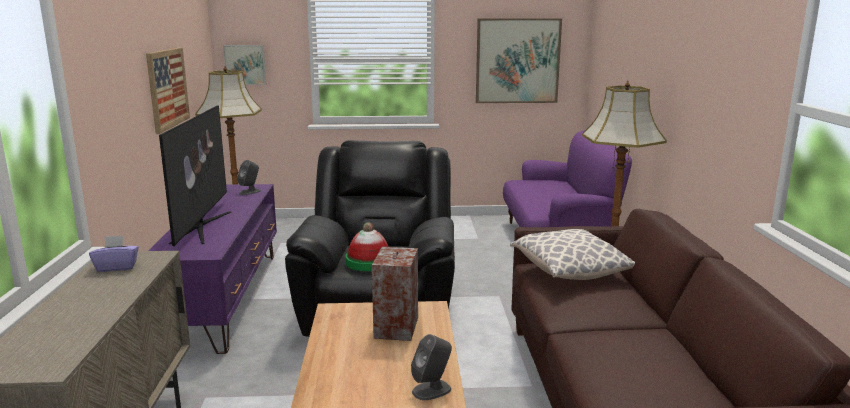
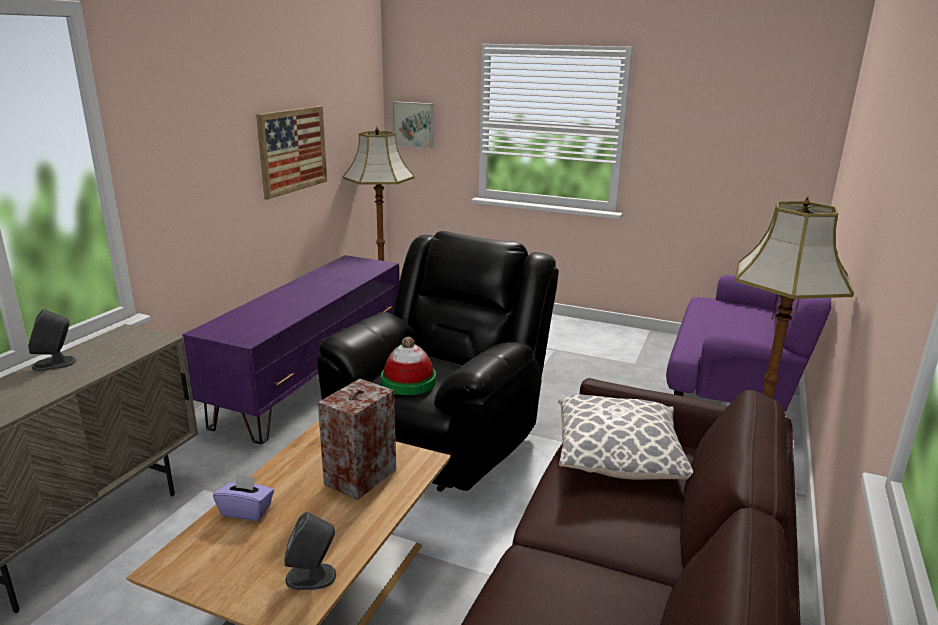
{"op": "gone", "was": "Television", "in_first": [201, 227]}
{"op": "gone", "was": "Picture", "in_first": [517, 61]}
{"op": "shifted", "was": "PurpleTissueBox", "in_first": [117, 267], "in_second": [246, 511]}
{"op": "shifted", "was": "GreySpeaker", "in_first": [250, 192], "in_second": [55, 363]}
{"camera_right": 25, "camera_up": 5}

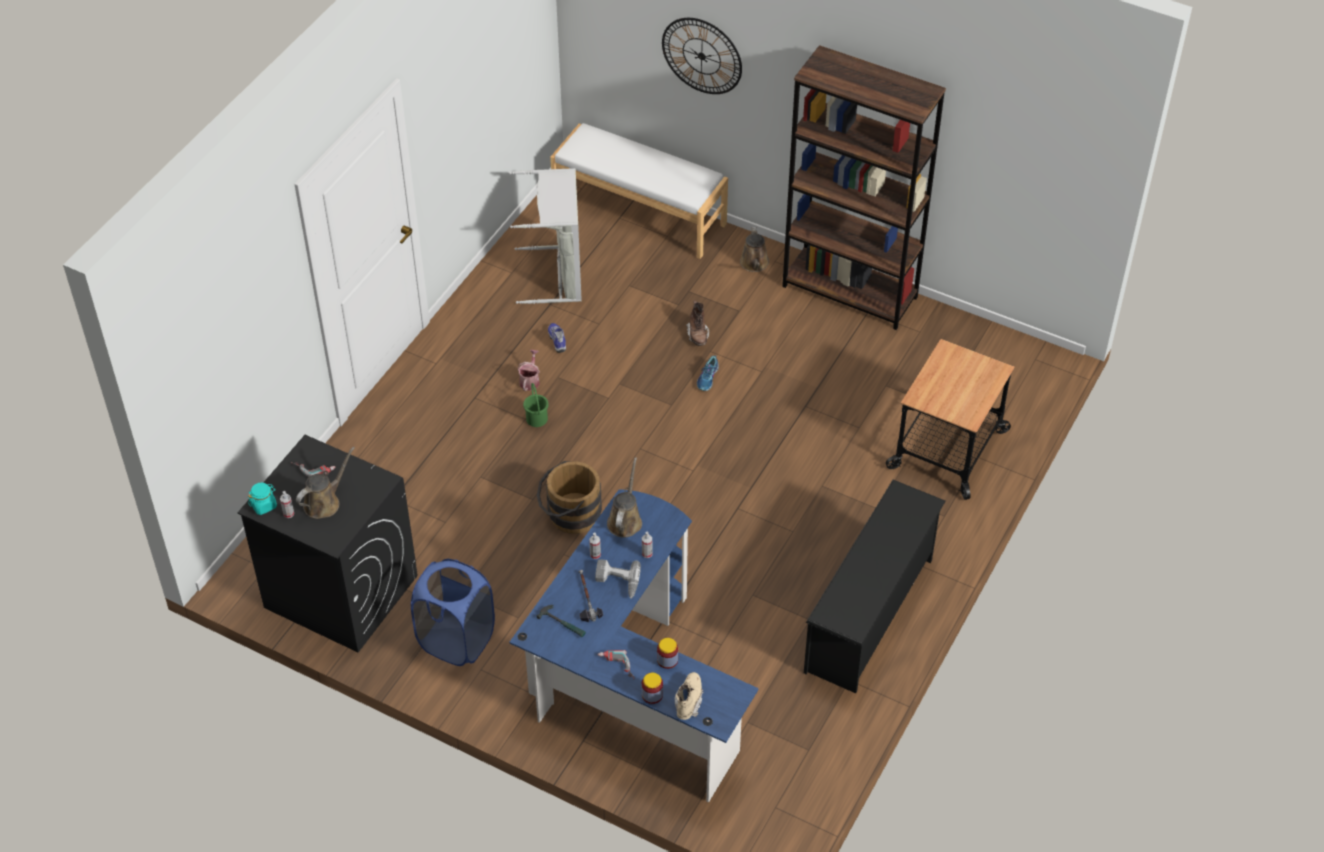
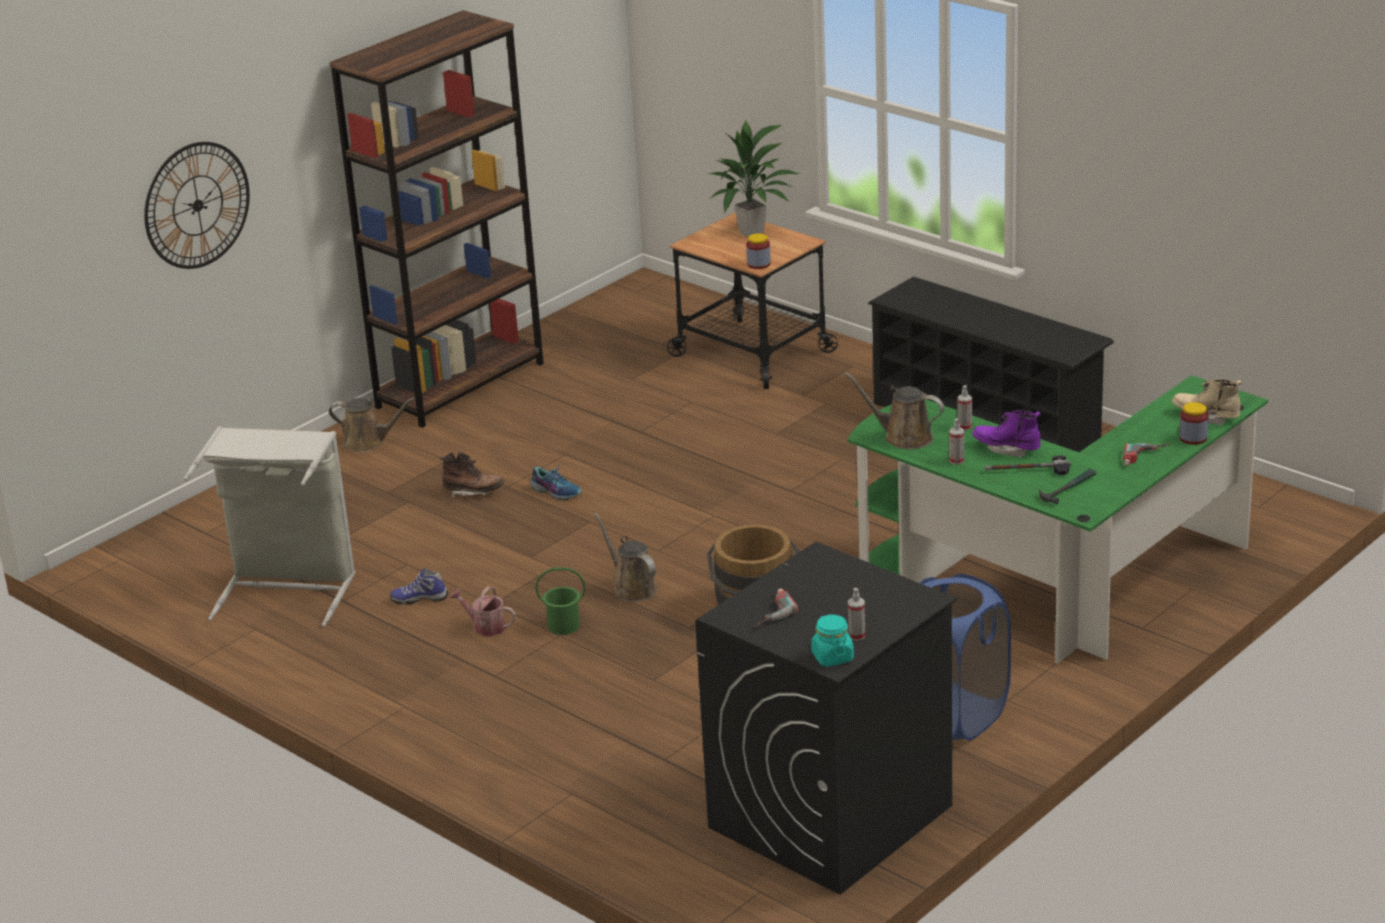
{"op": "gone", "was": "WhiteBench", "in_first": [639, 212]}
{"op": "new", "now": "PottedPlant", "in_second": [753, 233]}
{"op": "shifted", "was": "BrownWateringCan", "in_first": [324, 502], "in_second": [632, 587]}
{"op": "shifted", "was": "Jar", "in_first": [667, 660], "in_second": [759, 264]}
{"op": "swapped", "was": "PowerDrill", "now": "PurpleBoot", "in_first": [617, 582], "in_second": [1006, 449]}
{"op": "repainted", "was": "BlueDesk", "now": "GreenDesk", "in_first": [628, 683], "in_second": [1056, 588]}
{"camera_right": -75, "camera_up": -20}

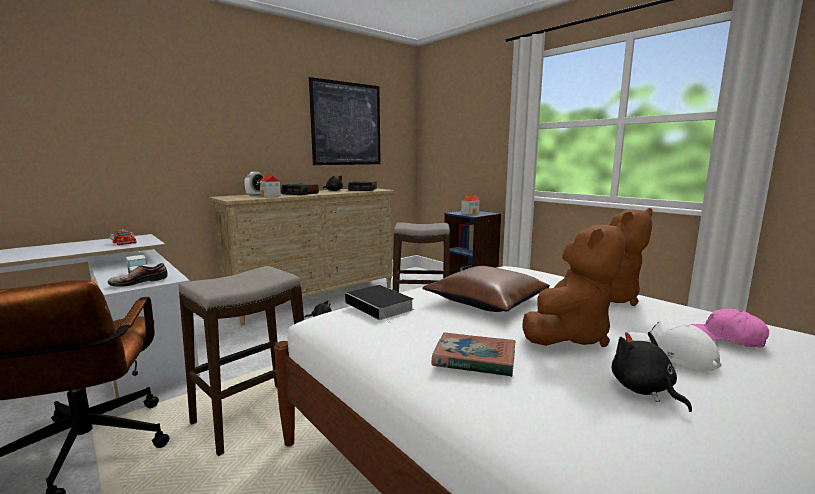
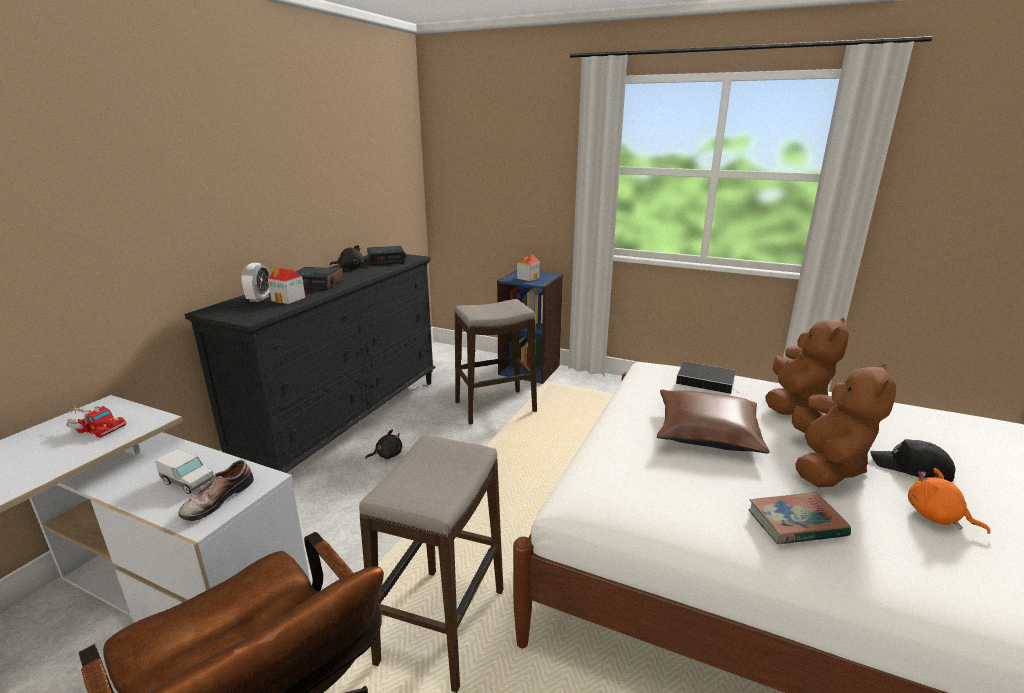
{"op": "gone", "was": "Picture", "in_first": [346, 124]}
{"op": "gone", "was": "PinkCap", "in_first": [724, 338]}
{"op": "shifted", "was": "Book", "in_first": [380, 306], "in_second": [707, 381]}
{"op": "repainted", "was": "BeigeDresser", "now": "BlackDresser", "in_first": [315, 298], "in_second": [347, 422]}
{"op": "repainted", "was": "BlackPlushToy", "now": "OrangePlushToy", "in_first": [644, 390], "in_second": [937, 517]}
{"op": "repainted", "was": "WhiteCap", "now": "BlackCap", "in_first": [672, 355], "in_second": [912, 468]}
{"camera_right": -25, "camera_up": 10}

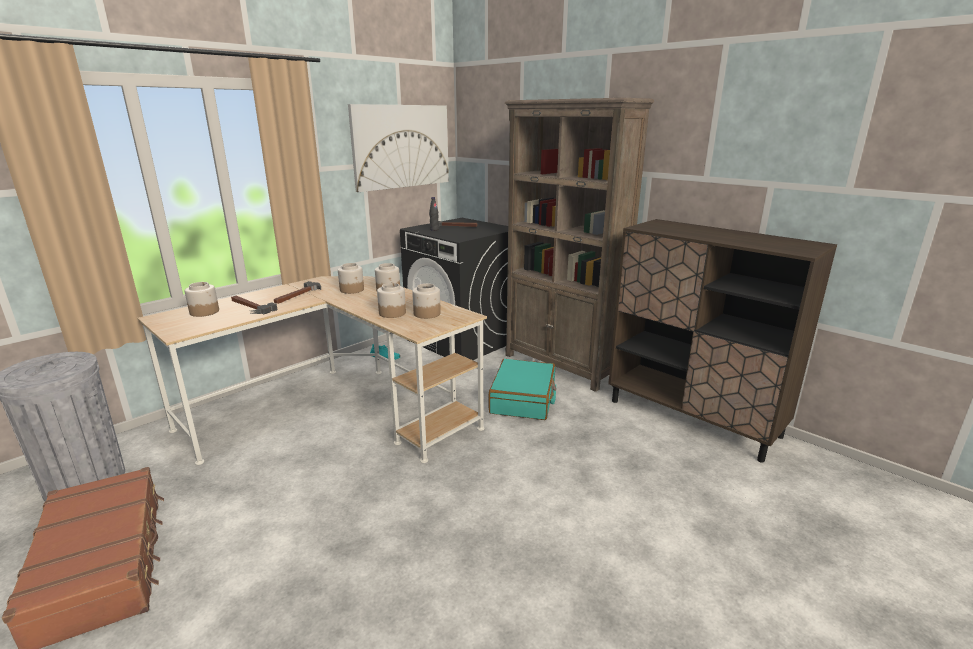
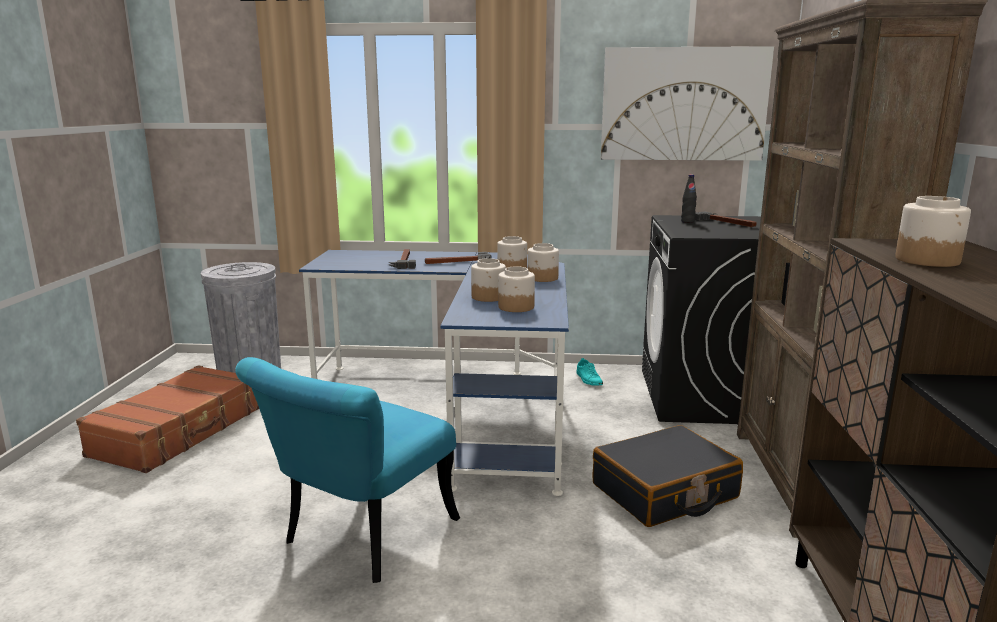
{"op": "new", "now": "TurquoiseChair", "in_second": [360, 539]}
{"op": "shifted", "was": "Jar", "in_first": [204, 312], "in_second": [927, 260]}
{"op": "repainted", "was": "BeigeDesk", "now": "BlueDesk", "in_first": [336, 411], "in_second": [461, 407]}
{"op": "repainted", "was": "TurquoiseSuitcase", "now": "BlackSuitcase", "in_first": [523, 399], "in_second": [665, 492]}
{"camera_right": 50, "camera_up": -5}

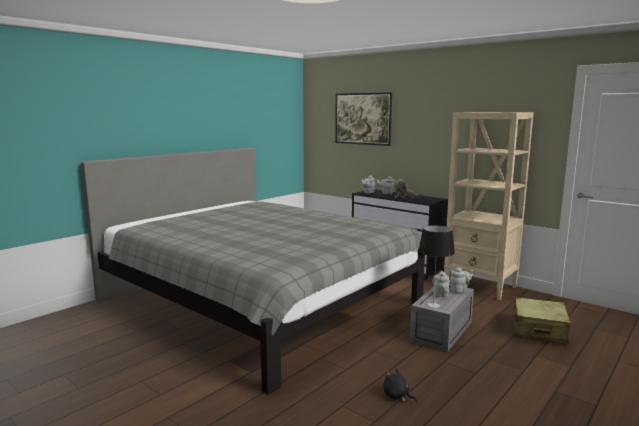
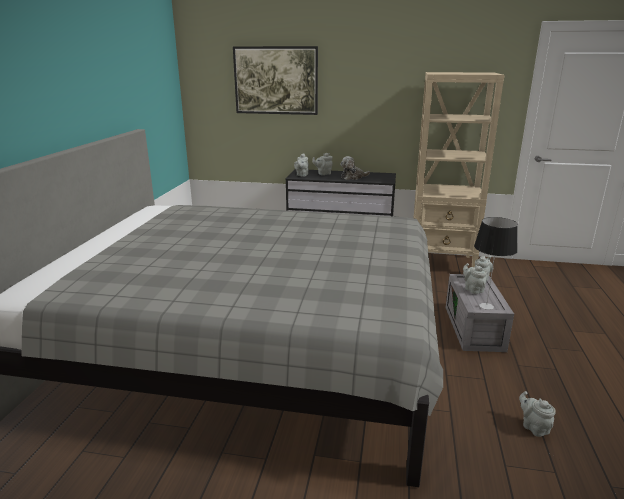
{"op": "gone", "was": "BeigeSuitcase", "in_first": [539, 331]}
{"op": "swapped", "was": "BlackPlushToy", "now": "GreyTeapot", "in_first": [397, 396], "in_second": [533, 427]}
{"camera_right": -30, "camera_up": 10}

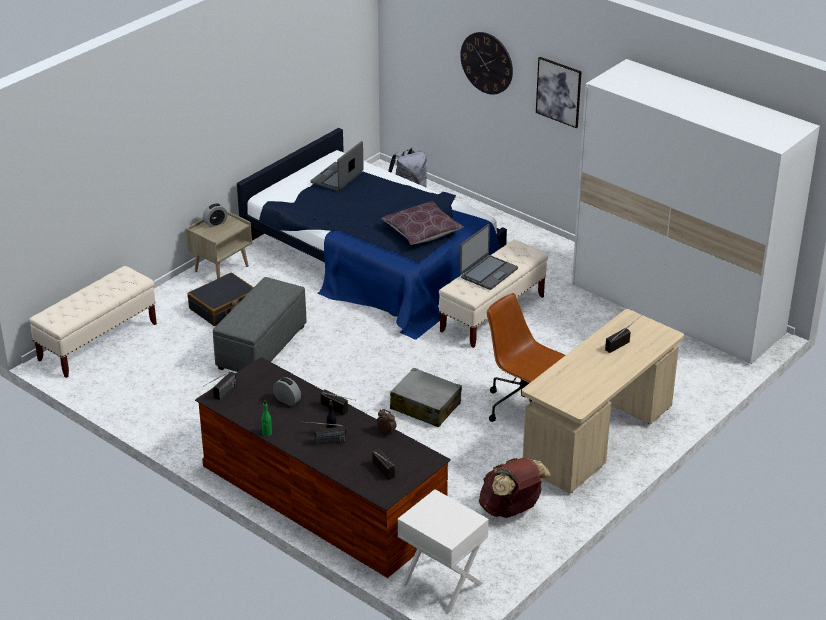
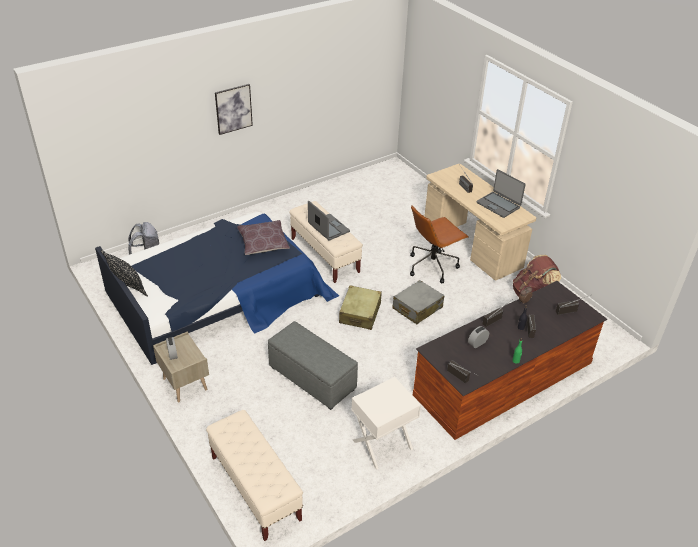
{"op": "gone", "was": "BlackSuitcase", "in_first": [224, 308]}
{"op": "gone", "was": "WallClock", "in_first": [487, 63]}
{"op": "gone", "was": "WhiteWardrobe", "in_first": [677, 309]}
{"op": "new", "now": "BlackPillow", "in_second": [127, 284]}
{"op": "new", "now": "BeigeSuitcase", "in_second": [360, 313]}
{"op": "shifted", "was": "Laptop", "in_first": [337, 178], "in_second": [498, 205]}
{"op": "shifted", "was": "WhiteNightstand", "in_first": [441, 585], "in_second": [383, 445]}
{"camera_right": -75, "camera_up": 5}

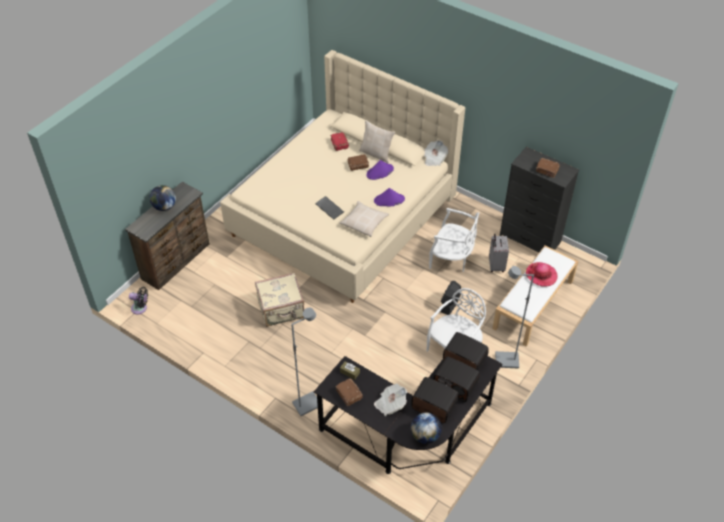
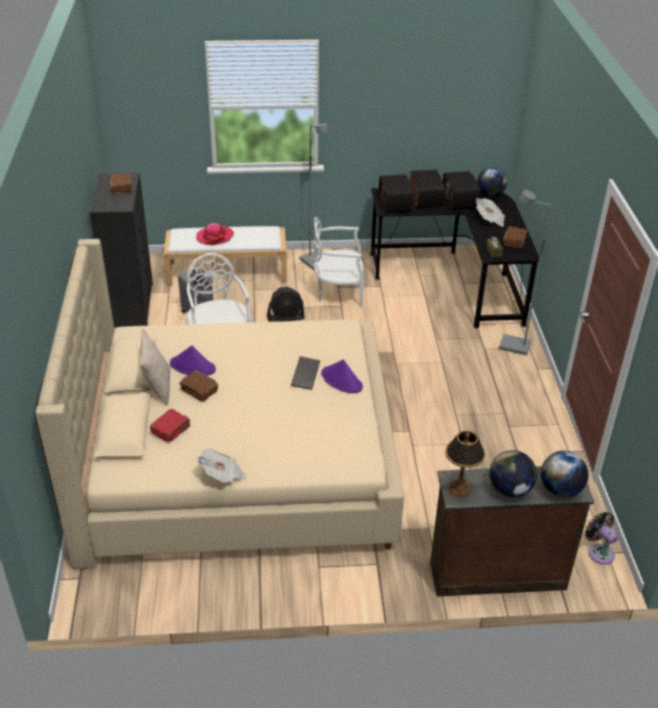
{"op": "gone", "was": "BeigeSuitcase", "in_first": [281, 310]}
{"op": "gone", "was": "BeigePillow", "in_first": [364, 222]}
{"op": "new", "now": "TableLamp", "in_second": [459, 489]}
{"op": "new", "now": "Globe", "in_second": [560, 490]}
{"op": "shifted", "was": "PurpleHat", "in_first": [389, 200], "in_second": [342, 380]}
{"op": "shifted", "was": "Newspaper", "in_first": [434, 159], "in_second": [222, 475]}
{"camera_right": -130, "camera_up": -10}

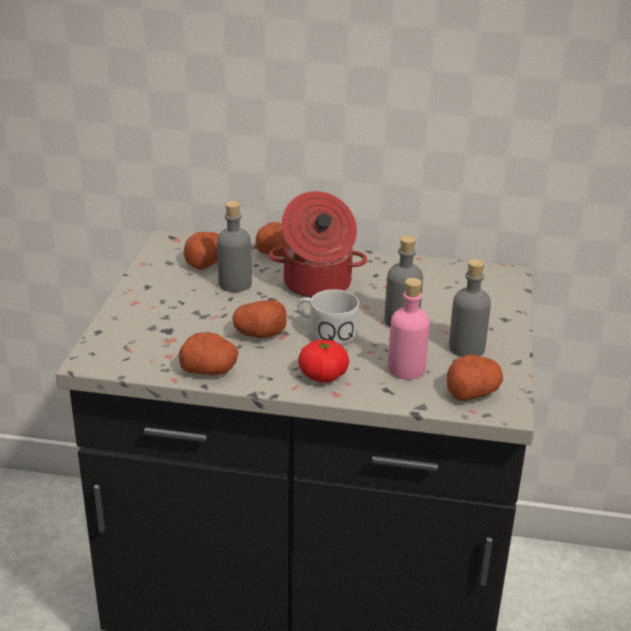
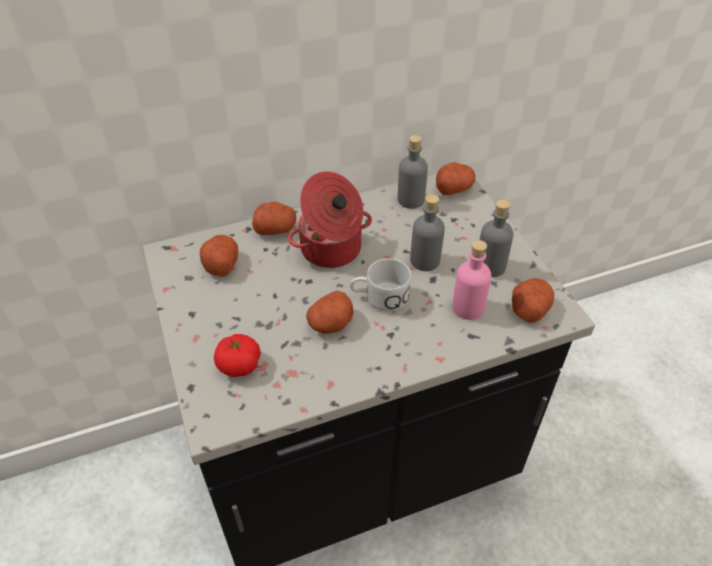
{"op": "shifted", "was": "Potato", "in_first": [210, 369], "in_second": [453, 188]}
{"op": "shifted", "was": "GreyBottle", "in_first": [235, 284], "in_second": [410, 200]}
{"op": "shifted", "was": "Tomato", "in_first": [323, 375], "in_second": [239, 365]}
{"camera_right": -30, "camera_up": 15}

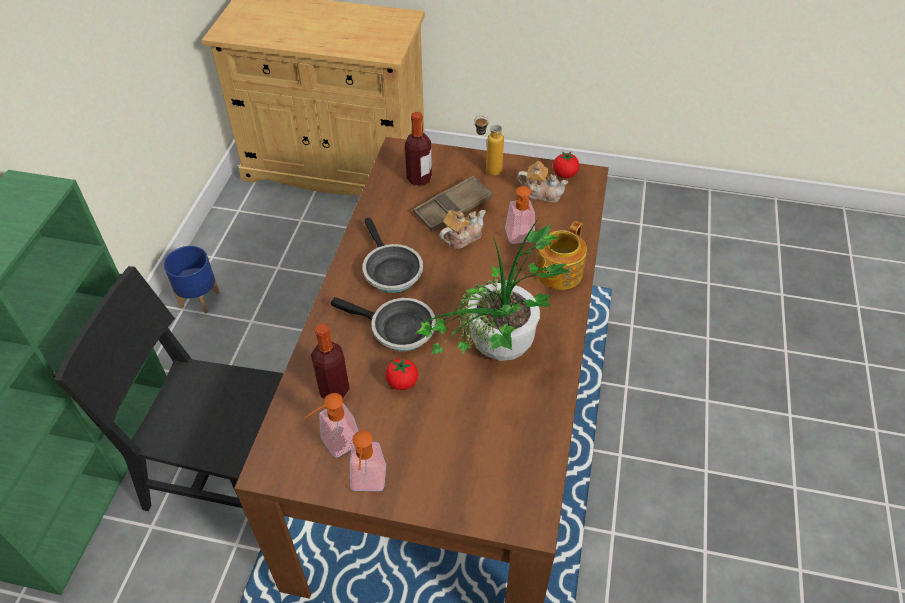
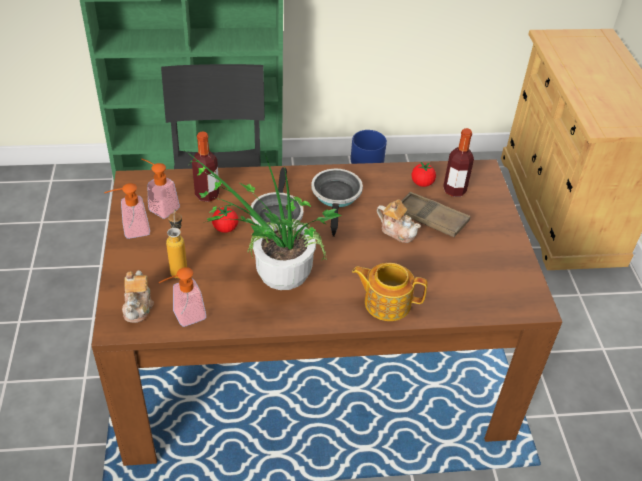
{"op": "shifted", "was": "Bottle", "in_first": [487, 170], "in_second": [179, 267]}
{"op": "shifted", "was": "SoapDispenser", "in_first": [520, 239], "in_second": [184, 317]}
{"op": "shifted", "was": "Teapot", "in_first": [541, 193], "in_second": [138, 306]}
{"op": "shifted", "was": "Tomato", "in_first": [564, 174], "in_second": [422, 183]}
{"op": "rotated", "was": "FryingPan", "in_first": [390, 271], "in_second": [336, 197], "clockwise": 135}
{"camera_right": 70, "camera_up": -5}

